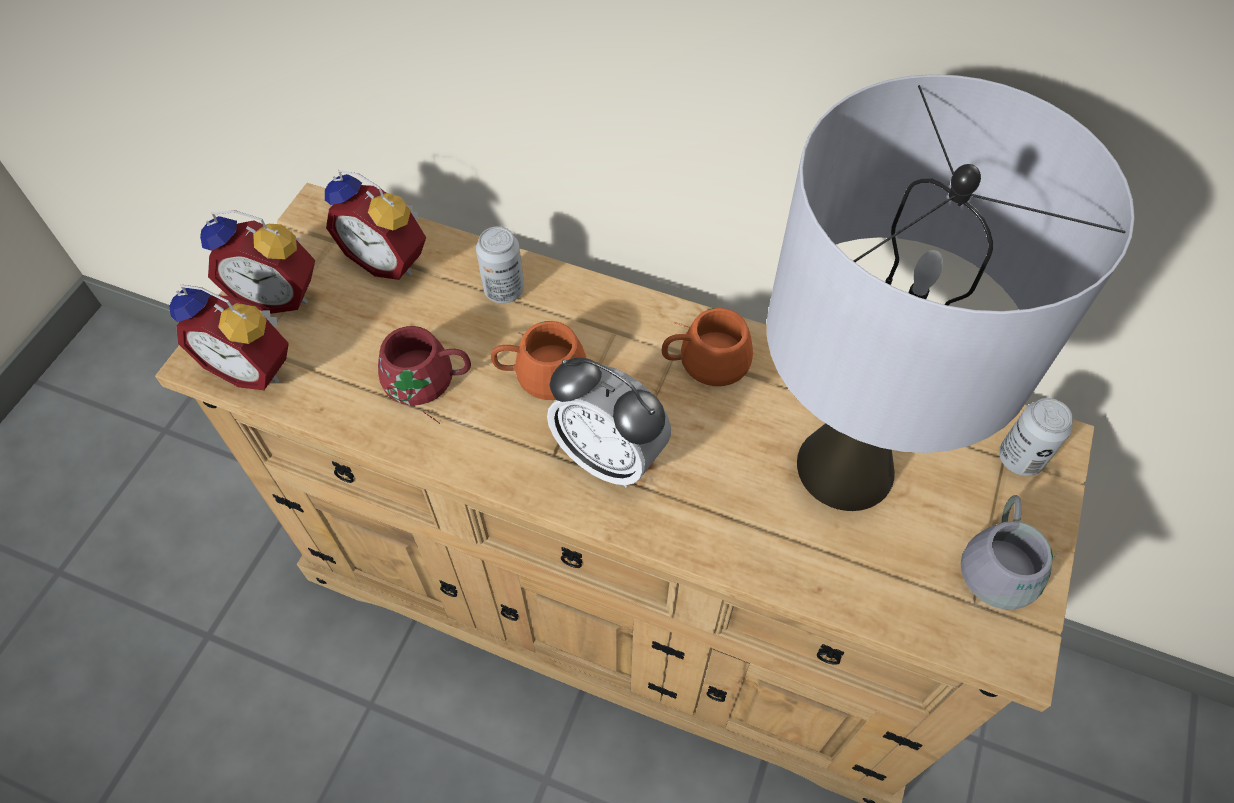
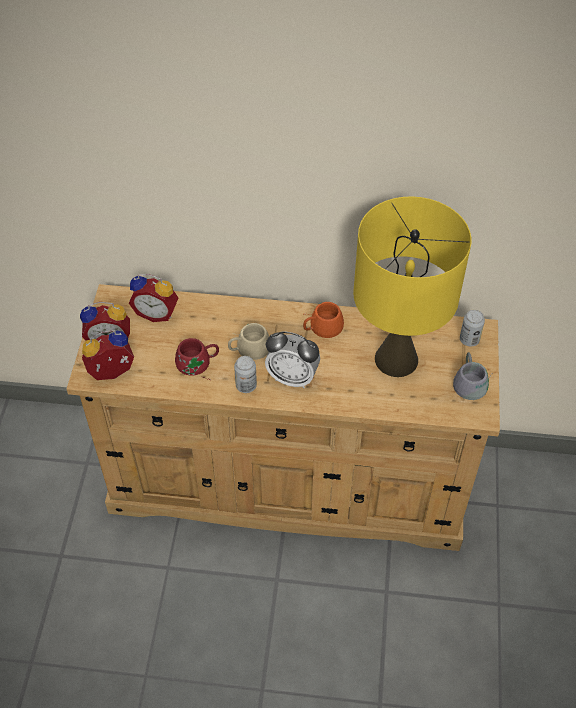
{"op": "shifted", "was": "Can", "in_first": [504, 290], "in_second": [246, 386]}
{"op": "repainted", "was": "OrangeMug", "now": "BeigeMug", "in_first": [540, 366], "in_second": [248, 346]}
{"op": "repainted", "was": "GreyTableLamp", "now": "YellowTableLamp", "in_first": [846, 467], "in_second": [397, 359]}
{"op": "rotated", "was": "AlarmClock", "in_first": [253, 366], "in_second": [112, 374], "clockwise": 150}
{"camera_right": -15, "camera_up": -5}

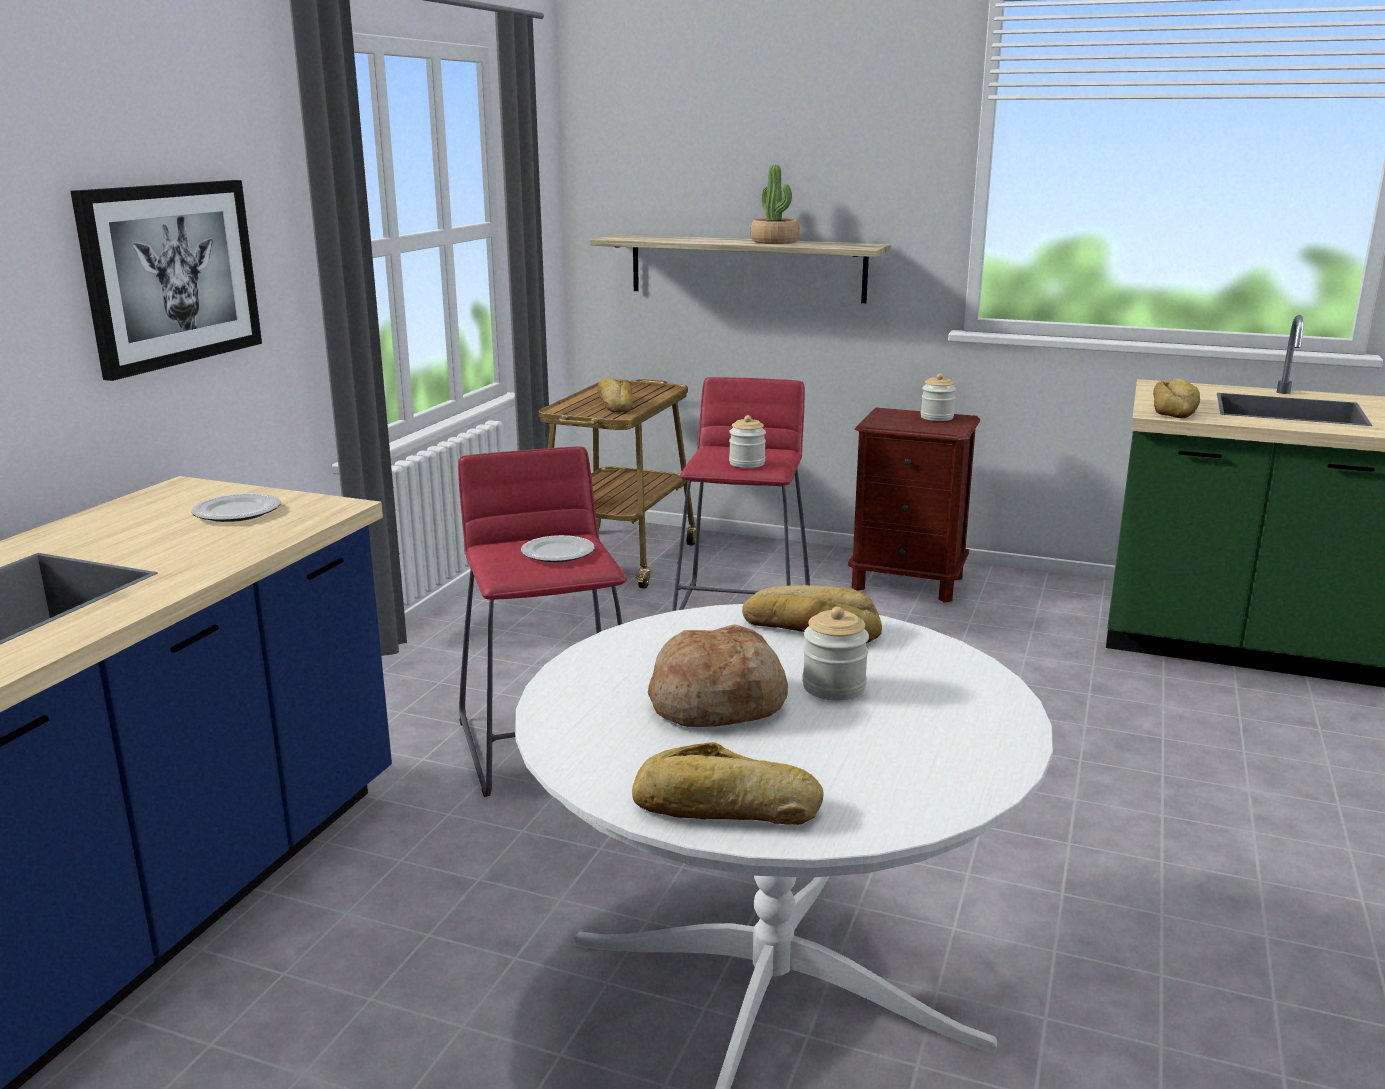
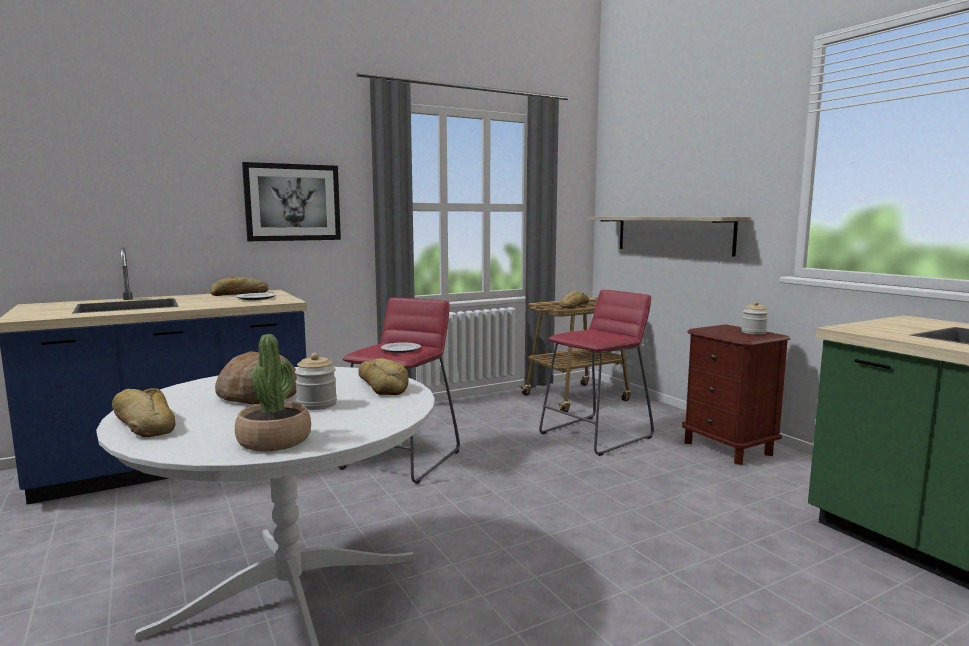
{"op": "gone", "was": "Jar", "in_first": [747, 463]}
{"op": "shifted", "was": "PottedPlant", "in_first": [775, 242], "in_second": [274, 441]}
{"op": "shifted", "was": "Bread", "in_first": [1173, 408], "in_second": [240, 293]}
{"camera_right": 40, "camera_up": -10}

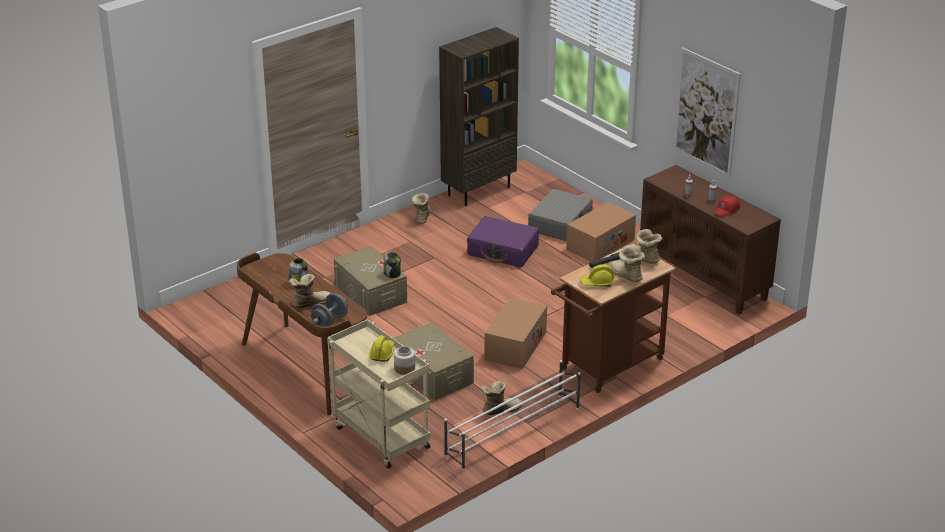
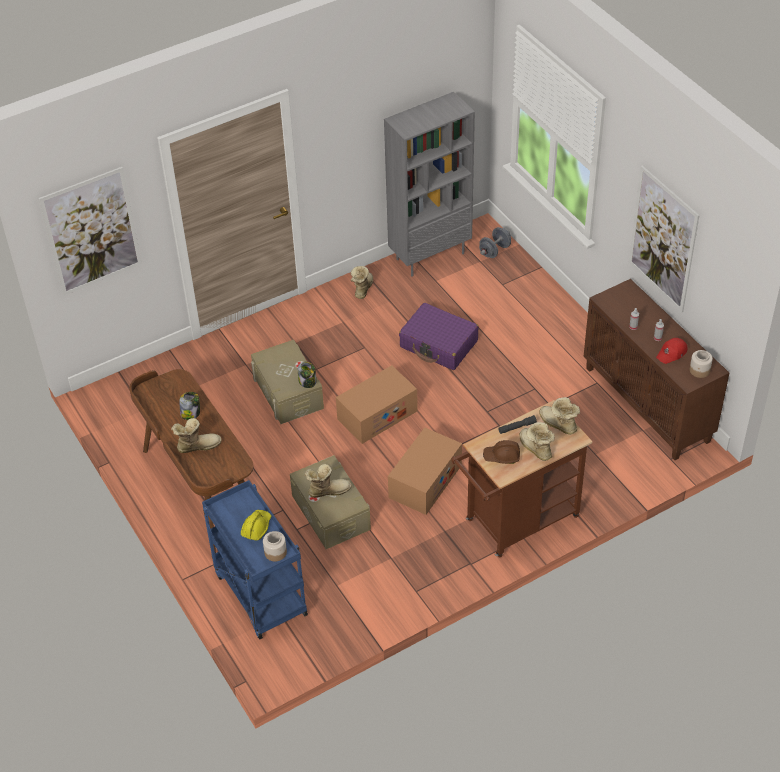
{"op": "gone", "was": "WhiteShoeRack", "in_first": [512, 432]}
{"op": "gone", "was": "GreySuitcase", "in_first": [560, 224]}
{"op": "new", "now": "Picture", "in_second": [91, 231]}
{"op": "new", "now": "Jar", "in_second": [699, 370]}
{"op": "shifted", "was": "GreyDumbbell", "in_first": [330, 321], "in_second": [494, 251]}
{"op": "shifted", "was": "Boot", "in_first": [500, 409], "in_second": [327, 490]}
{"op": "shifted", "was": "CardboardBox", "in_first": [600, 244], "in_second": [377, 415]}
{"op": "repainted", "was": "BeigeCart", "now": "BlueCart", "in_first": [379, 436], "in_second": [259, 593]}
{"op": "repainted", "was": "BrownBookcase", "now": "GreyBookcase", "in_first": [478, 191], "in_second": [430, 255]}
{"op": "repainted", "was": "YellowHardHat", "now": "BrownHardHat", "in_first": [597, 283], "in_second": [502, 456]}
{"camera_right": 10, "camera_up": 15}

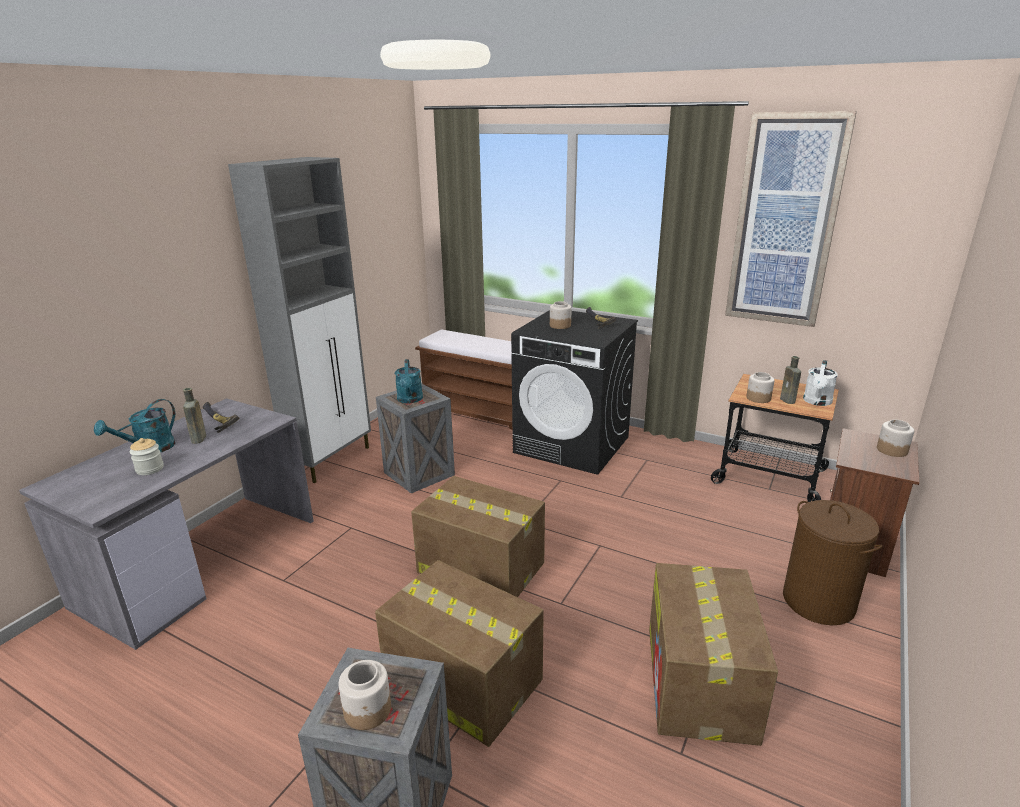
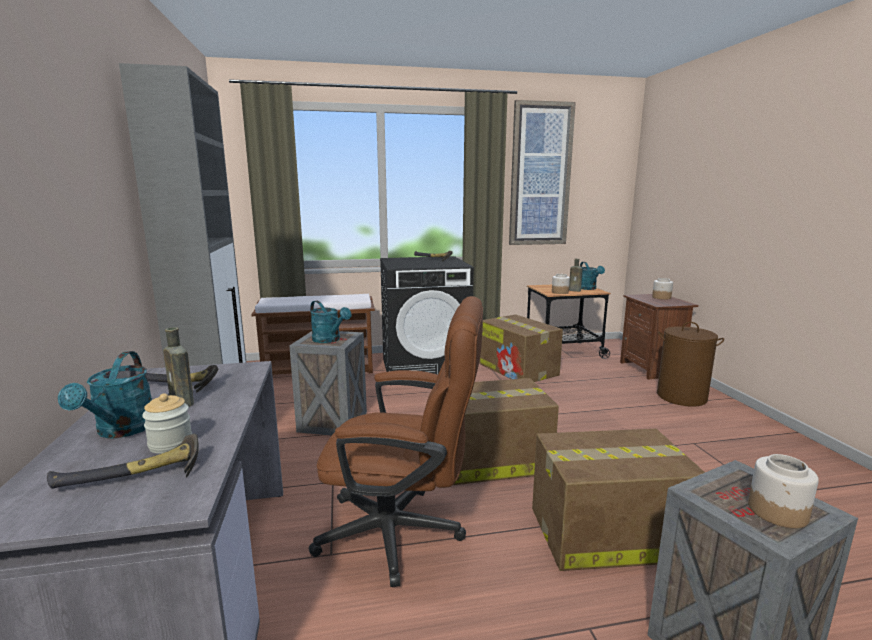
{"op": "gone", "was": "Jar", "in_first": [559, 325]}
{"op": "new", "now": "Hammer", "in_second": [134, 478]}
{"op": "new", "now": "BrownOfficeChair", "in_second": [403, 533]}
{"op": "shifted", "was": "CardboardBox", "in_first": [700, 683], "in_second": [519, 369]}
{"op": "repainted", "was": "WhiteWateringCan", "now": "TurquoiseWateringCan", "in_first": [817, 402], "in_second": [588, 288]}
{"camera_right": -40, "camera_up": -10}

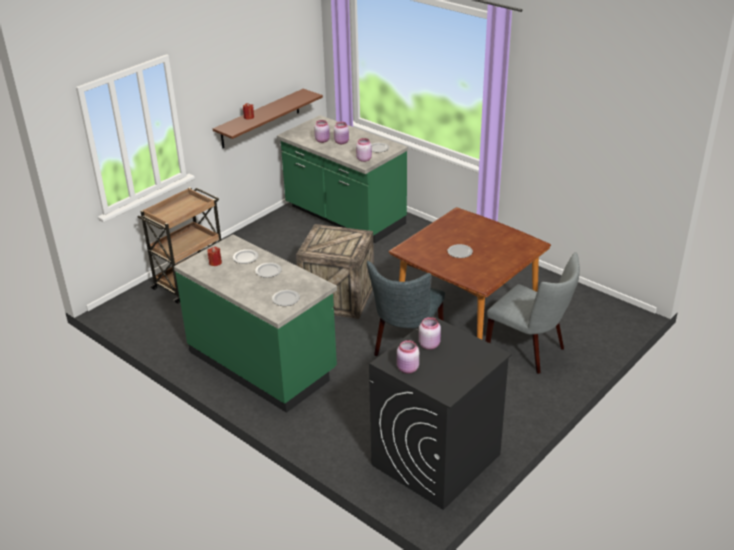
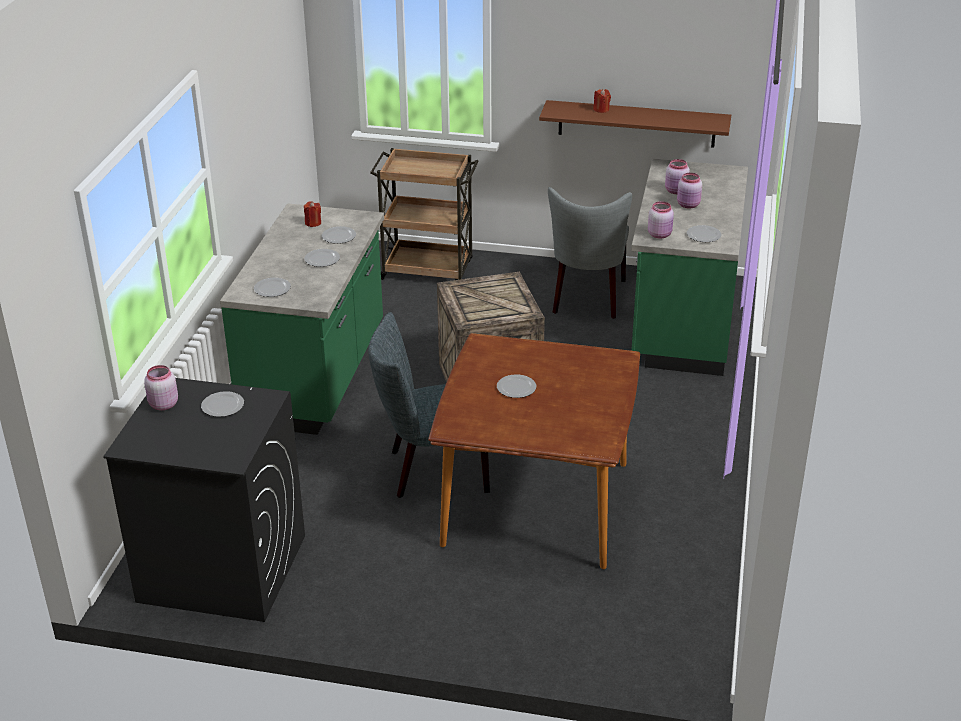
{"op": "shifted", "was": "GreyChair", "in_first": [529, 350], "in_second": [587, 299]}
{"op": "swapped", "was": "PinkJar", "now": "Plate", "in_first": [429, 344], "in_second": [223, 406]}
{"camera_right": 60, "camera_up": 0}

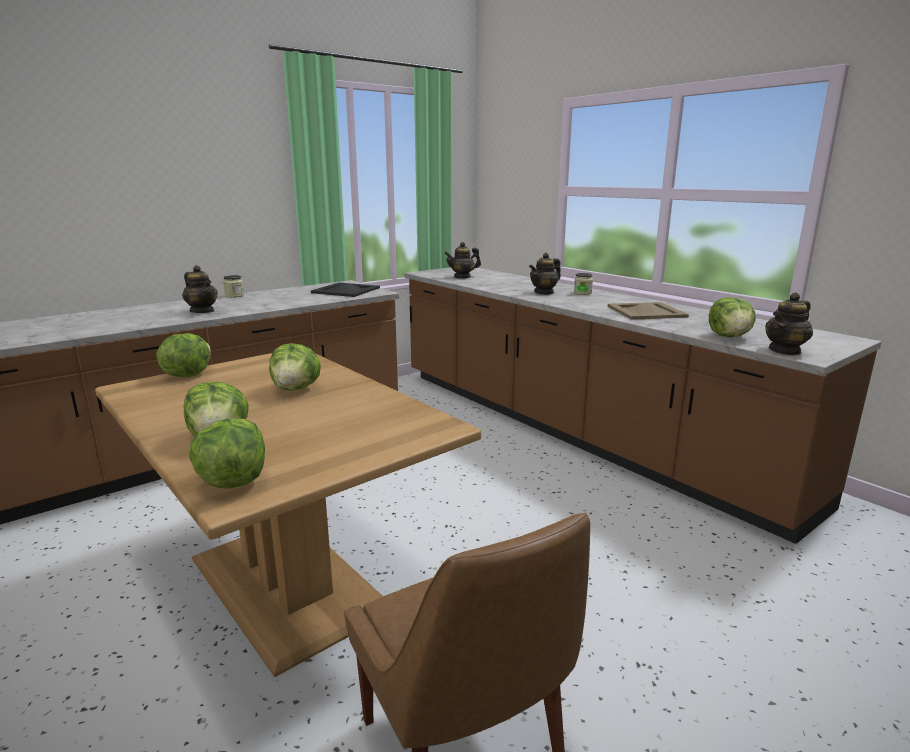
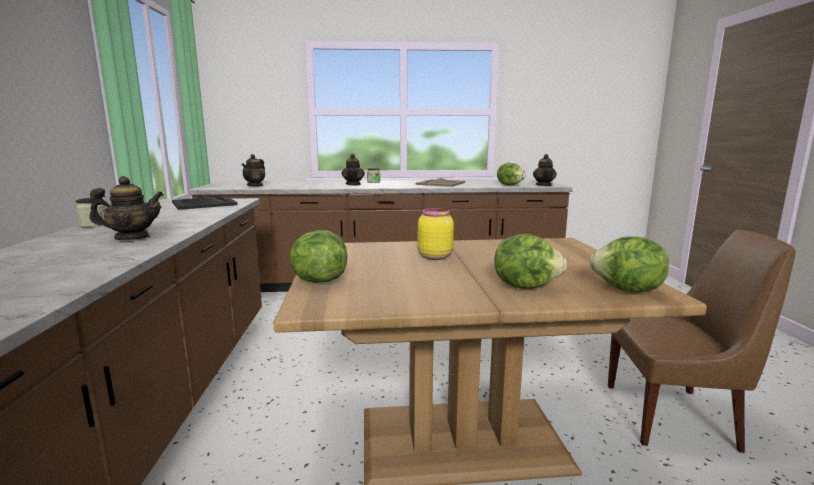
{"op": "swapped", "was": "Lettuce", "now": "YellowJar", "in_first": [296, 389], "in_second": [434, 256]}
{"camera_right": -55, "camera_up": -5}

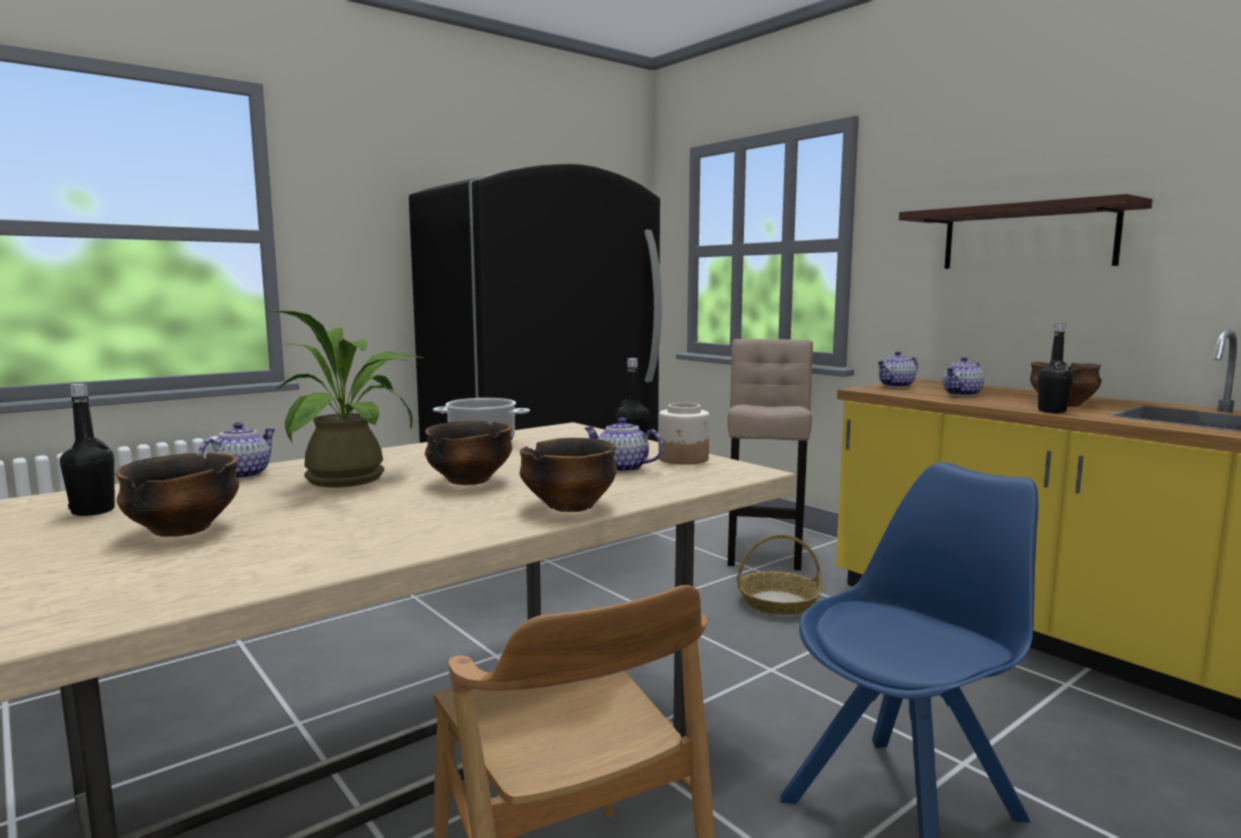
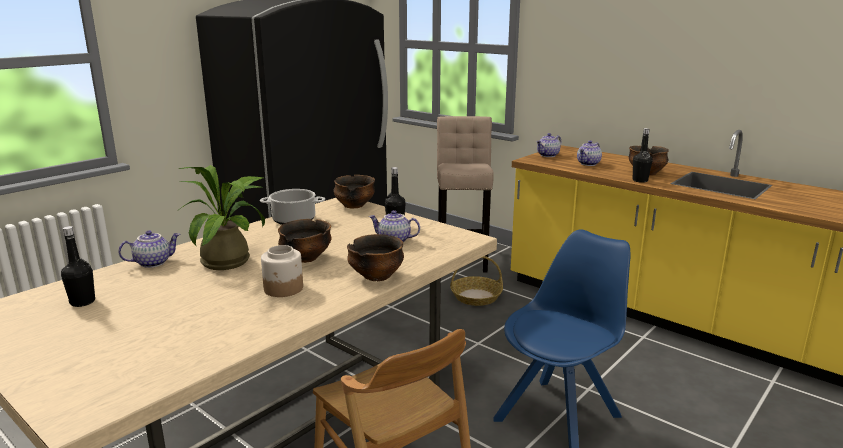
{"op": "gone", "was": "Shelf", "in_first": [1027, 237]}
{"op": "shifted", "was": "Bowl", "in_first": [183, 530], "in_second": [354, 206]}
{"op": "shifted", "was": "Jar", "in_first": [683, 459], "in_second": [283, 289]}
{"op": "rotated", "was": "Teapot", "in_first": [241, 475], "in_second": [153, 262], "clockwise": 45}
{"camera_right": -10, "camera_up": 10}

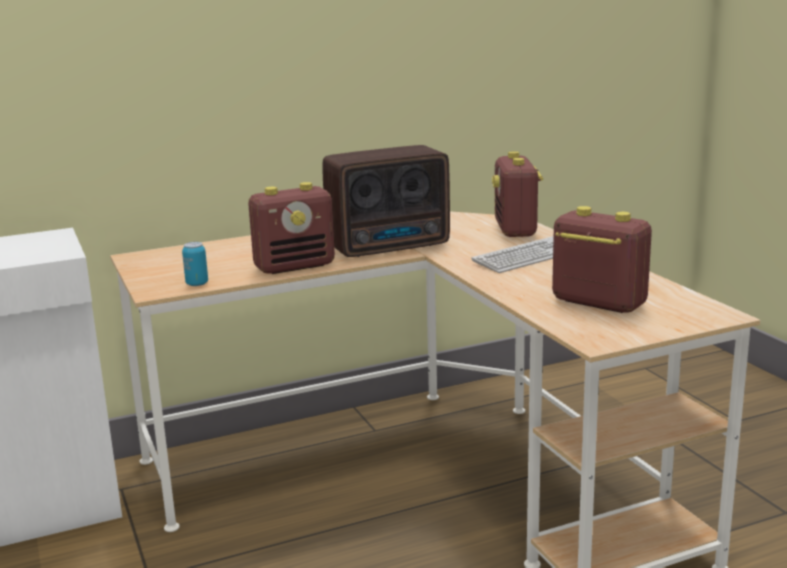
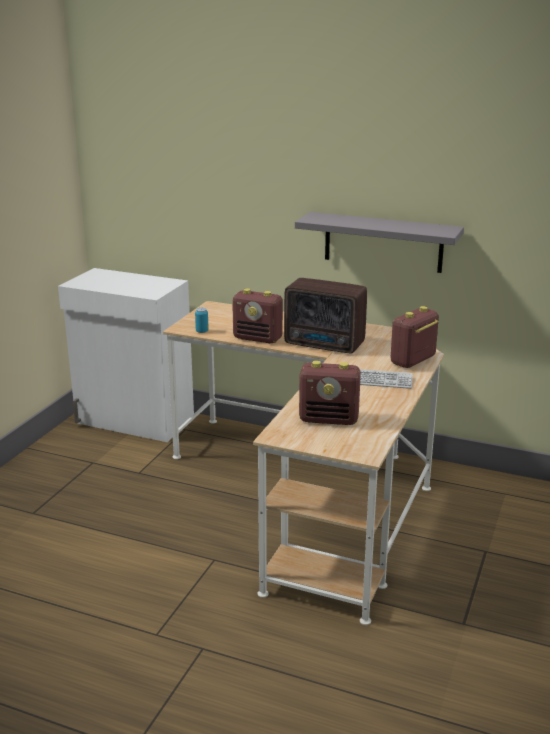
{"op": "new", "now": "GreyShelf", "in_second": [383, 242]}
{"op": "rotated", "was": "Radio", "in_first": [597, 303], "in_second": [329, 419], "clockwise": 105}
{"camera_right": 45, "camera_up": 5}

